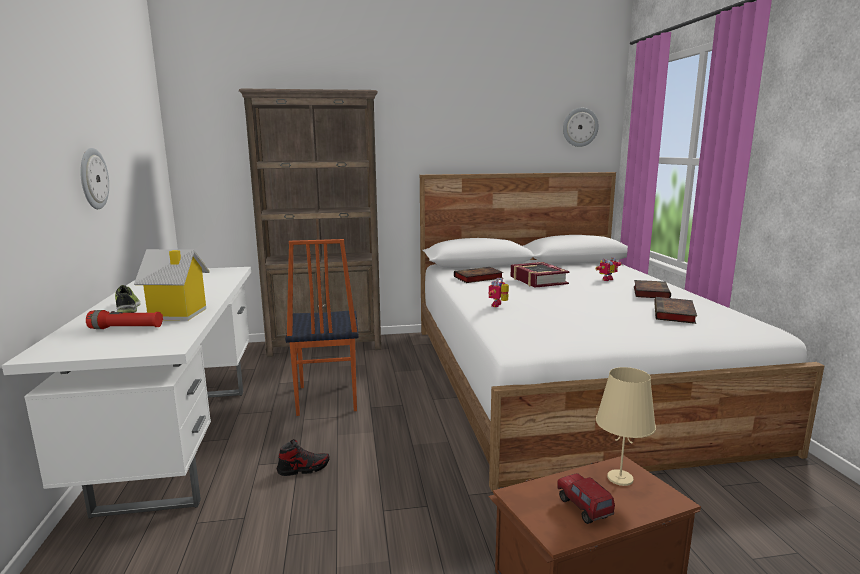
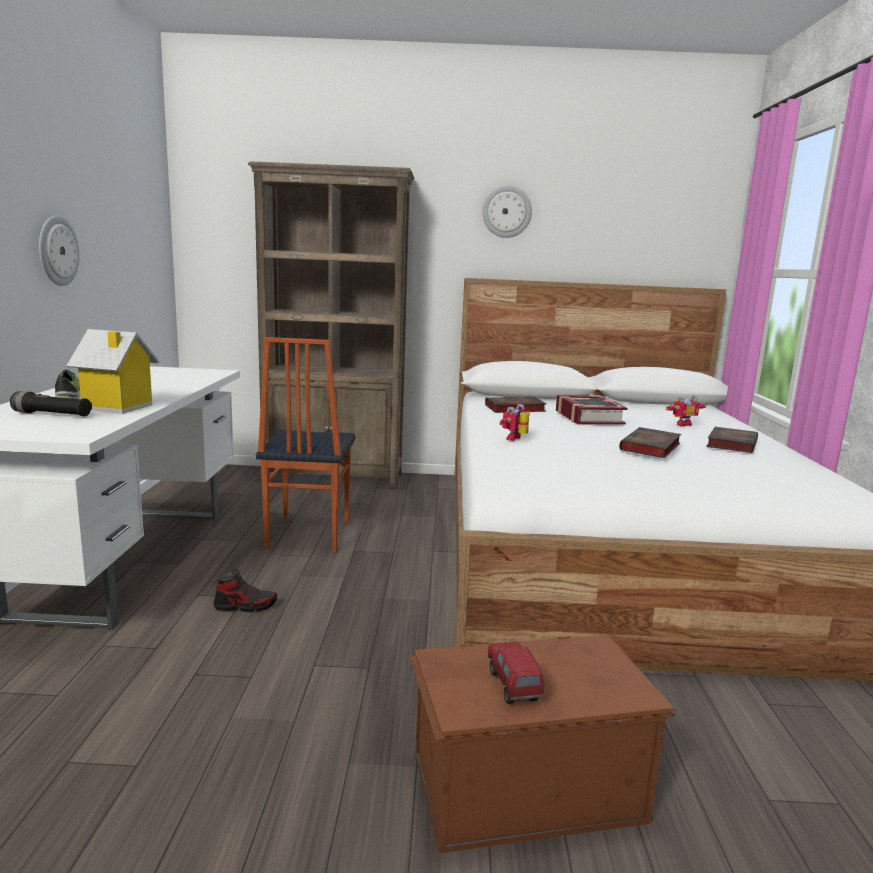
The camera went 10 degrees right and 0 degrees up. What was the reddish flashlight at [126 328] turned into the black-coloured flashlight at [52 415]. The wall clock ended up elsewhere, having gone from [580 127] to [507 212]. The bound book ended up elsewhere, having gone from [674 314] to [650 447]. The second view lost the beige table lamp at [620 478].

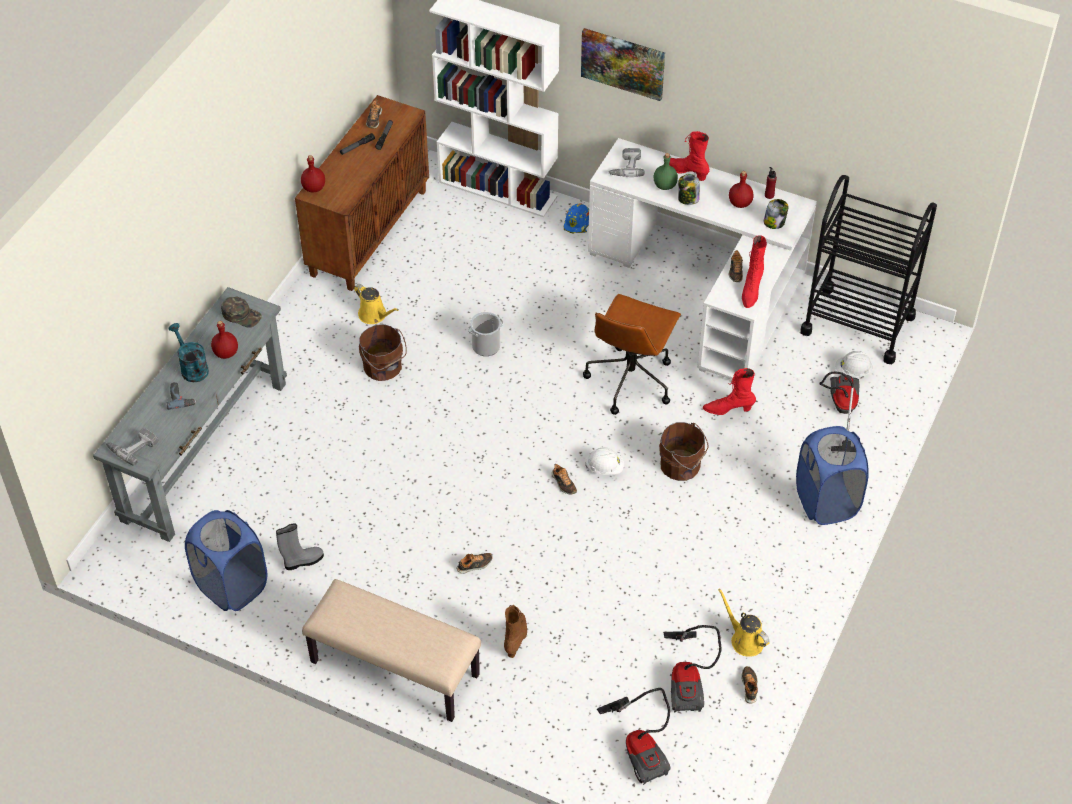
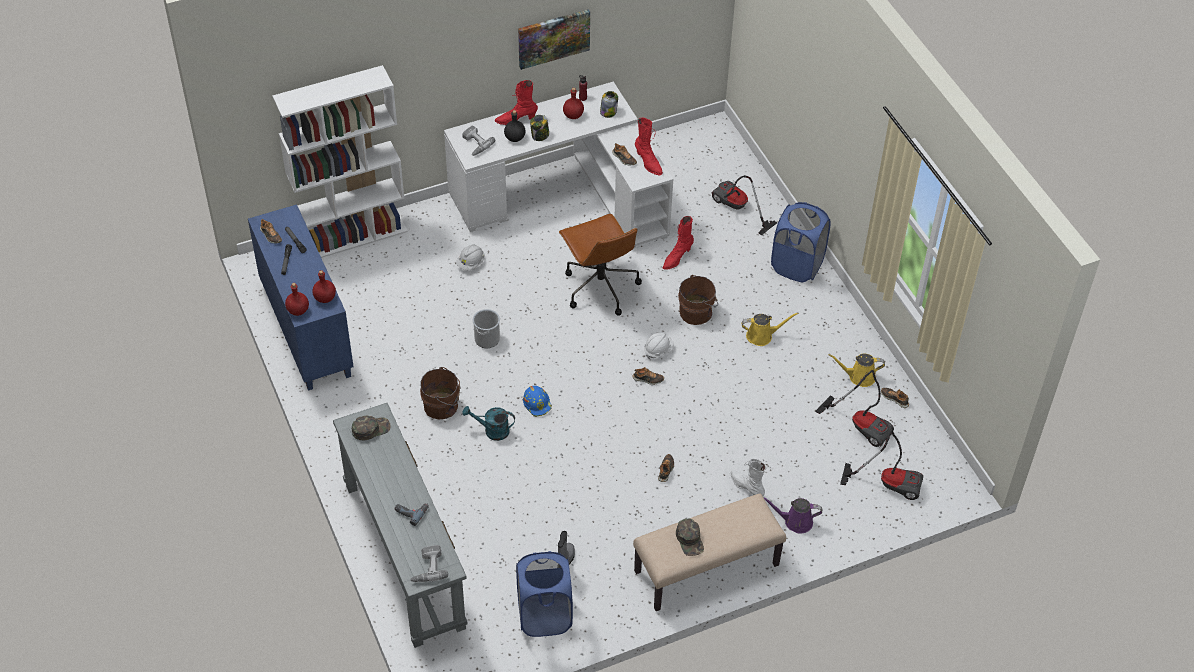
The camera went 50 degrees left and 0 degrees up. What was the brown-coloured storage cabinet at [368 232] turned into the blue storage cabinet at [305 331]. The reddish beverage bottle ended up elsewhere, having gone from [225 353] to [324 298]. The white safety helmet ended up elsewhere, having gone from [852 371] to [471 263]. The turquoise-coloured sprinkling can ended up elsewhere, having gone from [192 367] to [492 431]. What was the greenish beverage bottle at [664 186] turned into the black-coloured beverage bottle at [515 138]. The wall art ended up elsewhere, having gone from [623 63] to [553 38]. The blue safety helmet ended up elsewhere, having gone from [578 223] to [537 404]. The second view gained the greenish baseball cap at [690 540]. What was the brown-coloured high-top boot at [516 639] turned into the white high-top boot at [747 488]. The yellow sprinkling can ended up elsewhere, having gone from [374 315] to [762 336]. The second view gained the purple sprinkling can at [795 521]. The second view lost the black-coloured wheeled cart at [857 324].

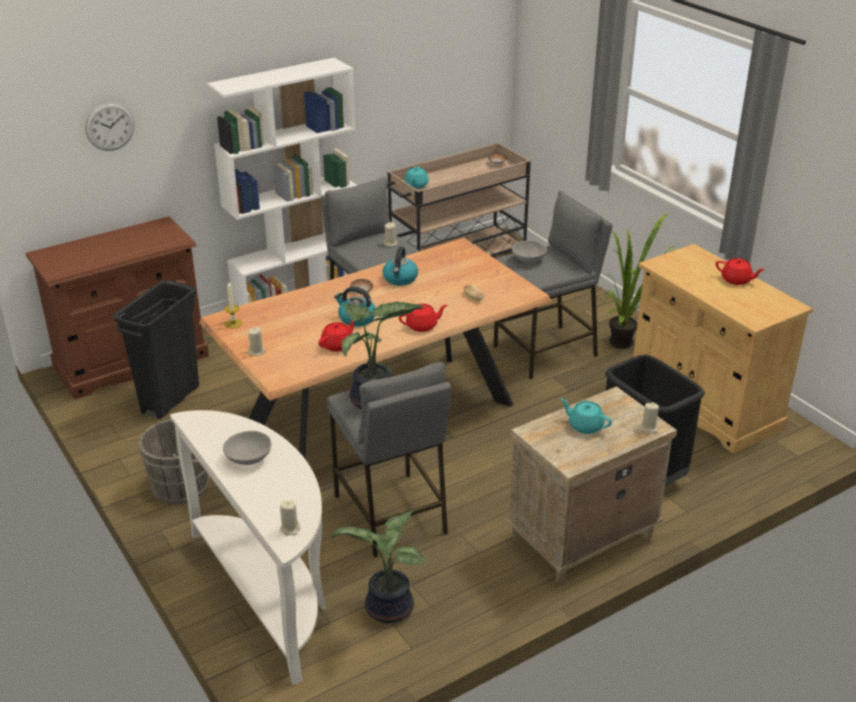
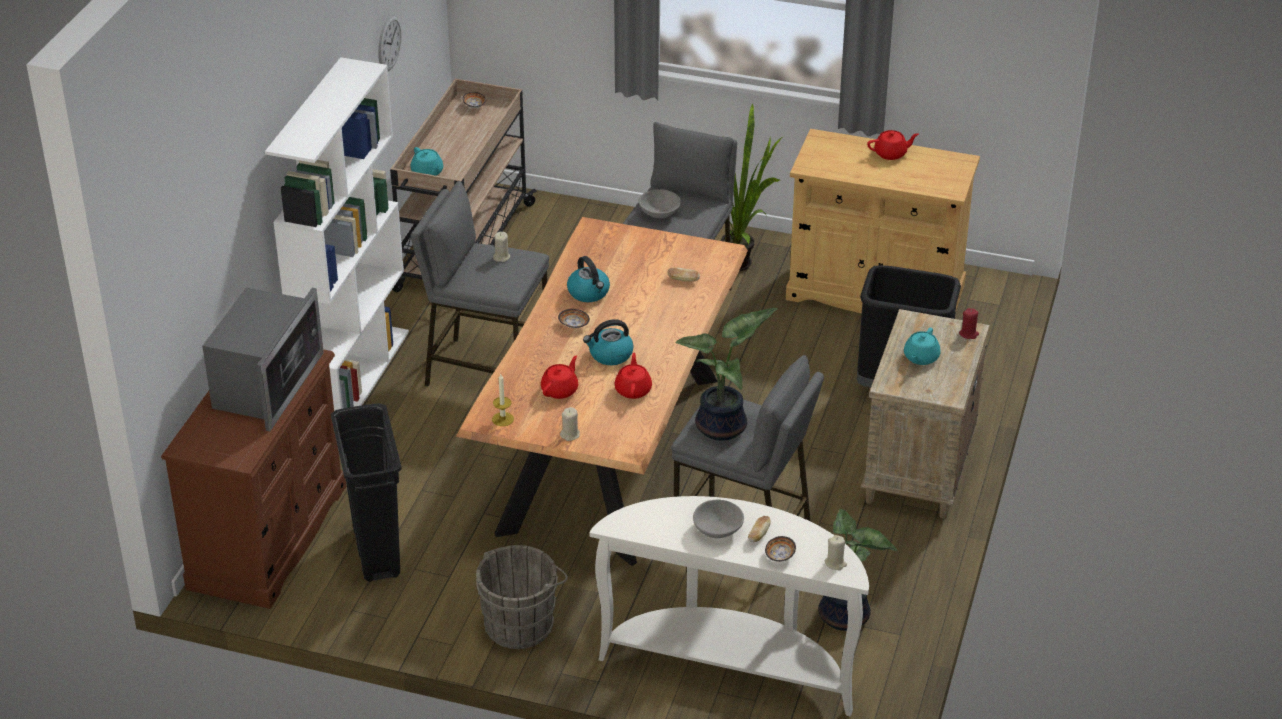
The camera went 40 degrees left and 5 degrees up. The second view gained the microwave oven at [266 384]. The wall clock ended up elsewhere, having gone from [110 126] to [389 43]. The reddish tea pot ended up elsewhere, having gone from [422 326] to [560 390]. The second view gained the bread at [758 535]. The second view gained the deep dish at [780 556]. The turquoise-coloured tea pot at [585 426] ended up facing another way, 60 degrees counterclockwise from before. What was the beige candle at [649 428] turned into the reddish candle at [968 334].

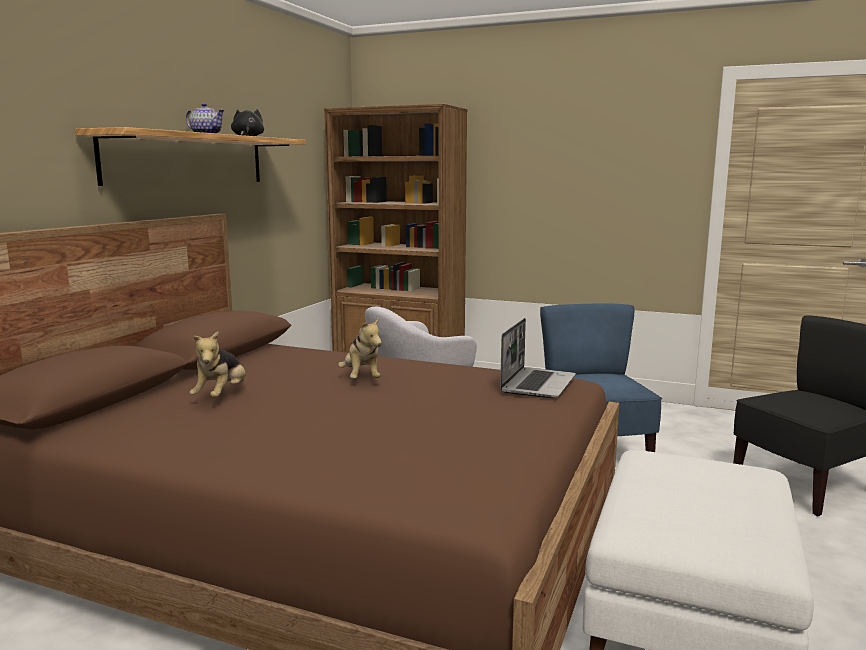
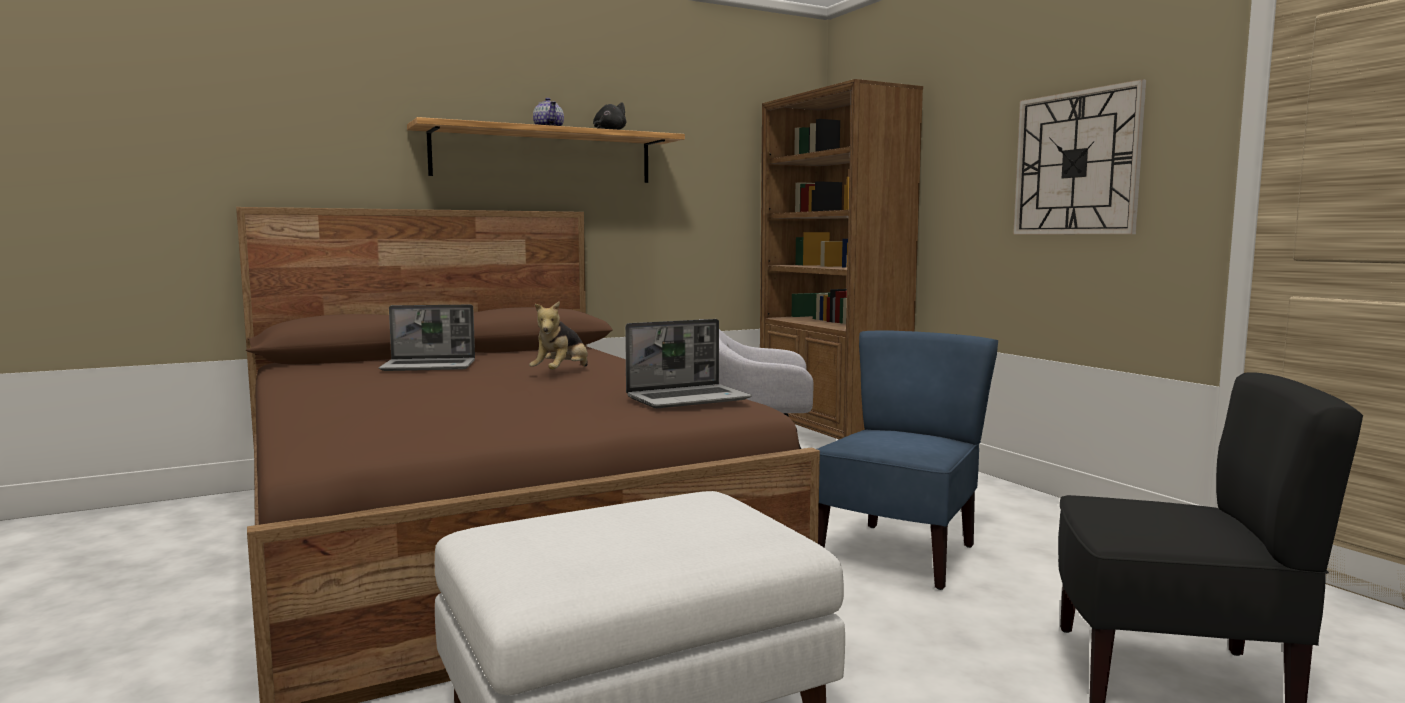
The camera went 40 degrees right and 5 degrees down. Where the plush toy stood at [221 396], the notebook computer came to stand at [430 366]. The second view gained the wall clock at [1076 163].

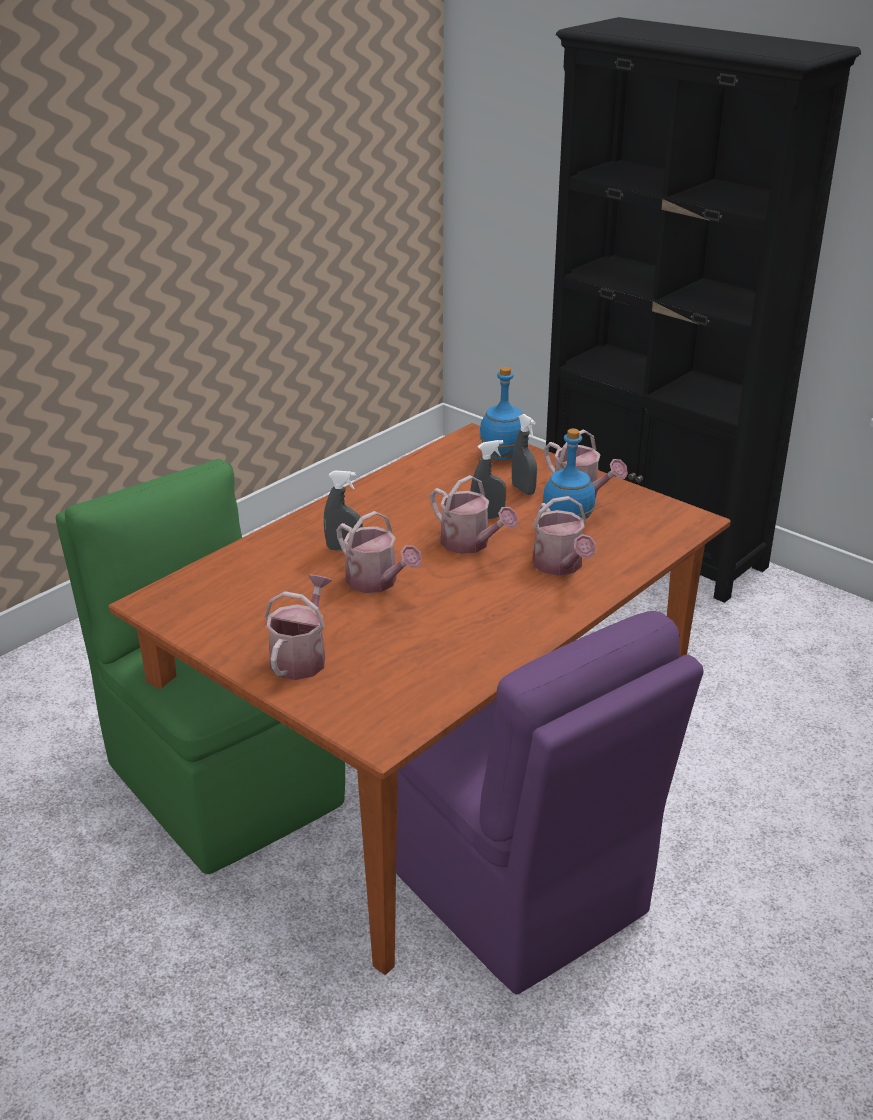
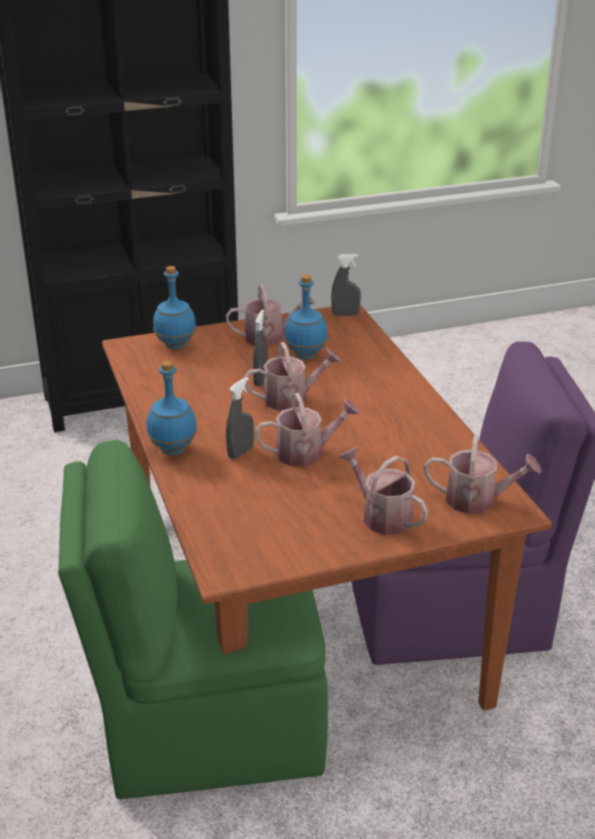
The camera went 60 degrees left and 0 degrees up. The second view gained the blue beverage bottle at [173 450]. The gray sprayer ended up elsewhere, having gone from [523 490] to [345 315]. The sprinkling can ended up elsewhere, having gone from [560 566] to [478 500].

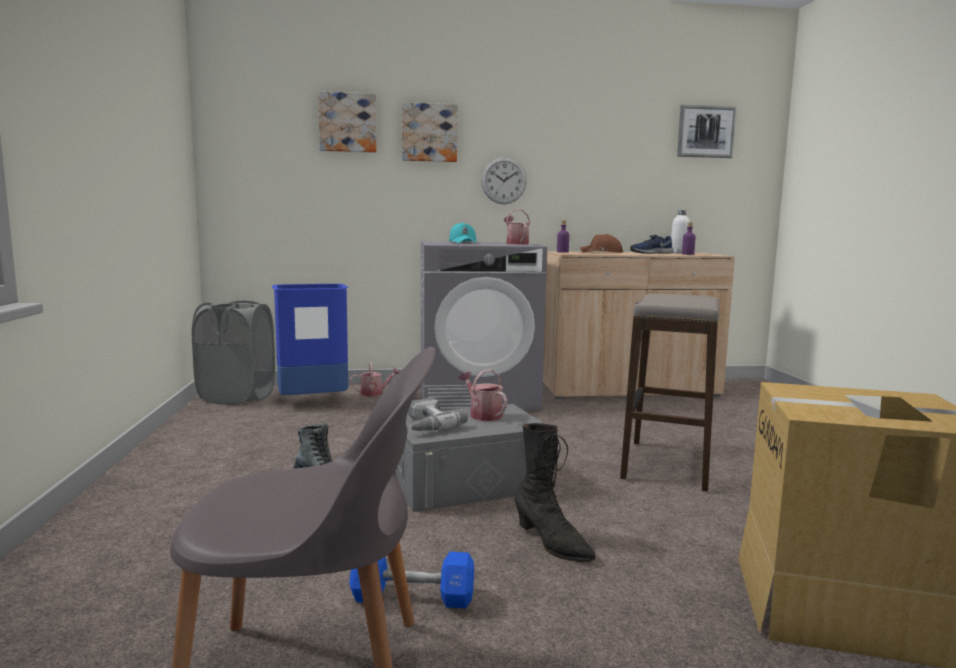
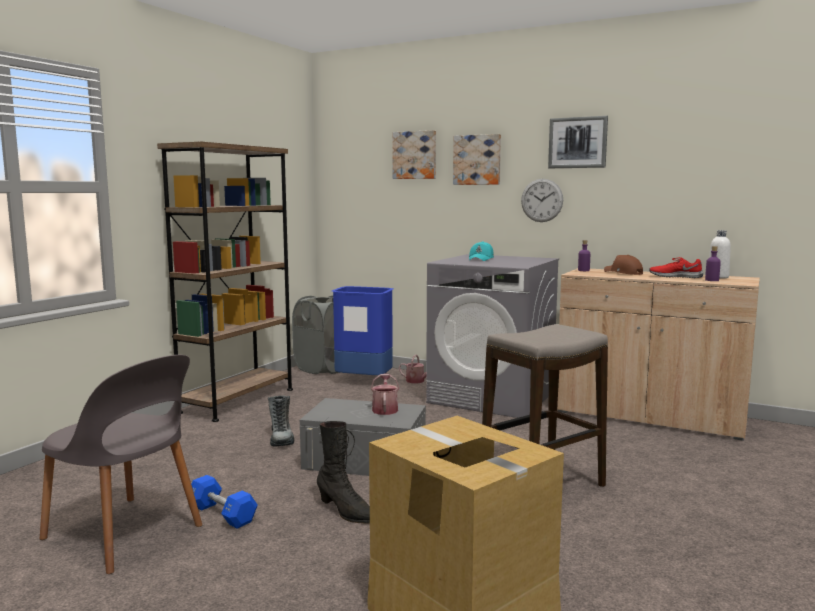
The camera went 35 degrees right and 0 degrees up. The second view gained the brown-coloured bookcase at [237 400]. The black-coloured high-top boot at [552 544] ended up facing another way, 45 degrees counterclockwise from before. The wall art ended up elsewhere, having gone from [705 131] to [577 142]. What was the blue low shoe at [650 253] turned into the reddish low shoe at [675 276]. The second view lost the drill at [426 424]. The second view lost the sprinkling can at [516 243].

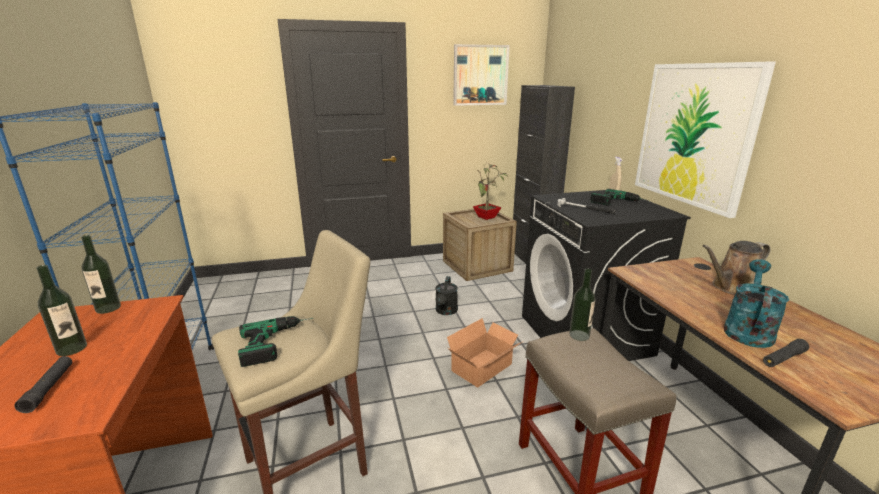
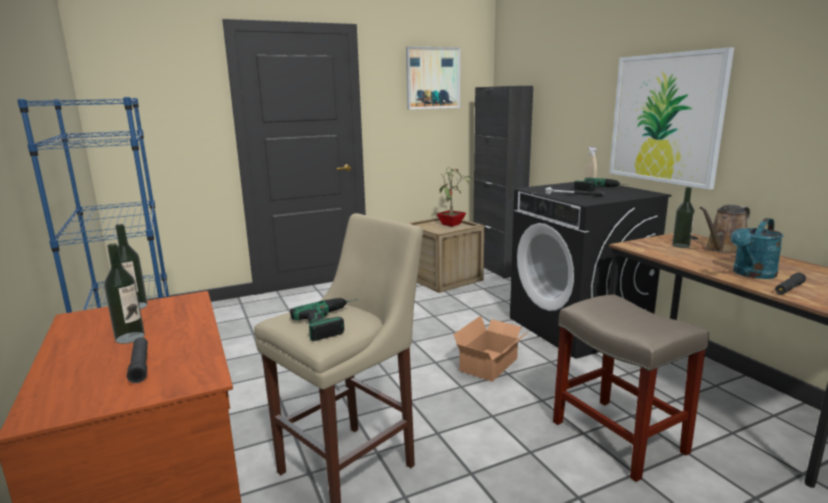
The camera went 10 degrees left and 5 degrees down. The beverage bottle ended up elsewhere, having gone from [579 335] to [681 245]. The turquoise-coloured sprinkling can at [747 330] ended up facing another way, 150 degrees counterclockwise from before. The second view lost the black-coloured sprinkling can at [446 311].

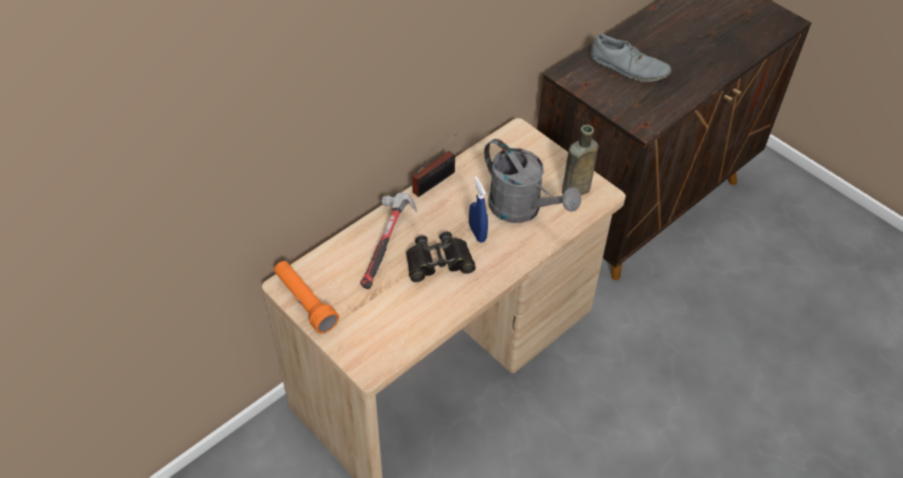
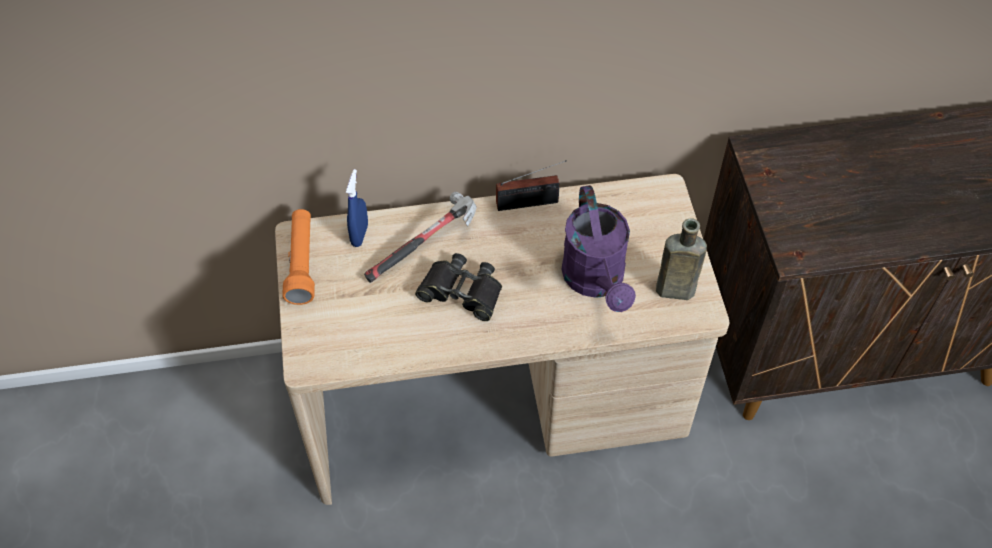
The camera went 35 degrees right and 5 degrees up. The blue sprayer ended up elsewhere, having gone from [477 233] to [359 235]. What was the gray sprinkling can at [522 209] turned into the purple sprinkling can at [597 281]. The second view lost the gray low shoe at [628 67].

